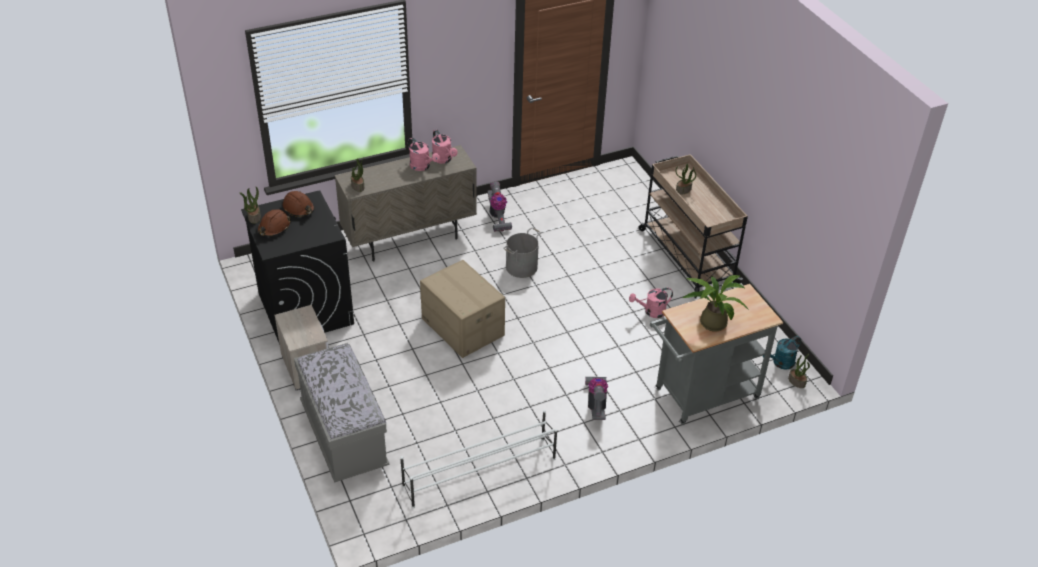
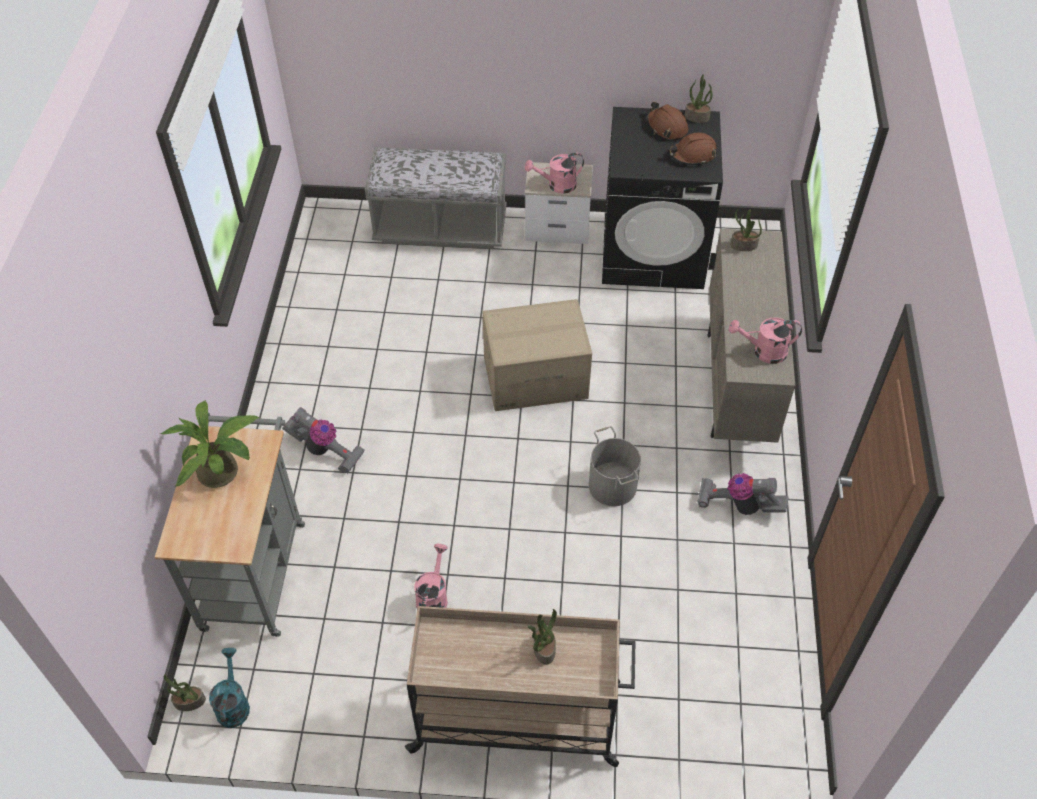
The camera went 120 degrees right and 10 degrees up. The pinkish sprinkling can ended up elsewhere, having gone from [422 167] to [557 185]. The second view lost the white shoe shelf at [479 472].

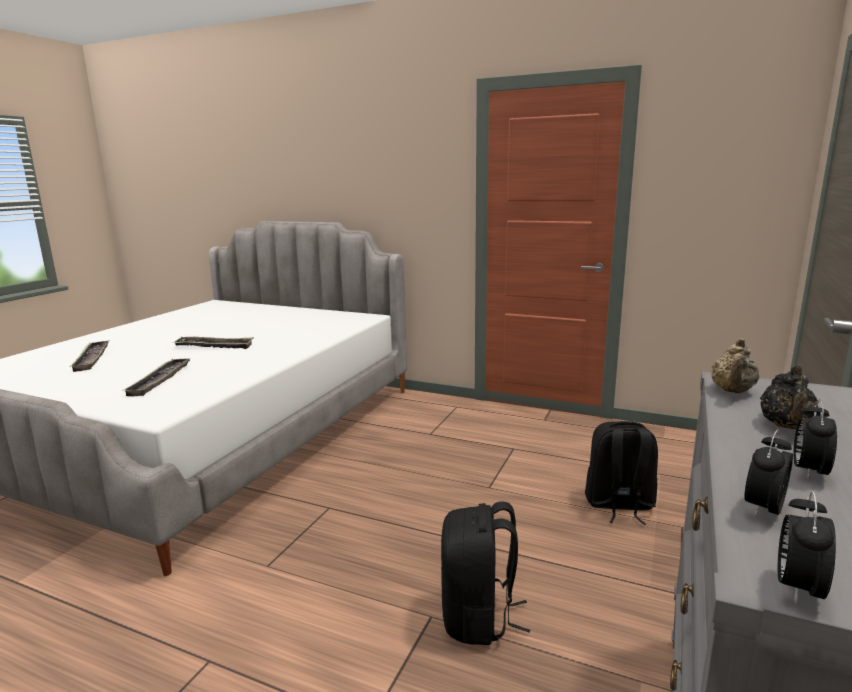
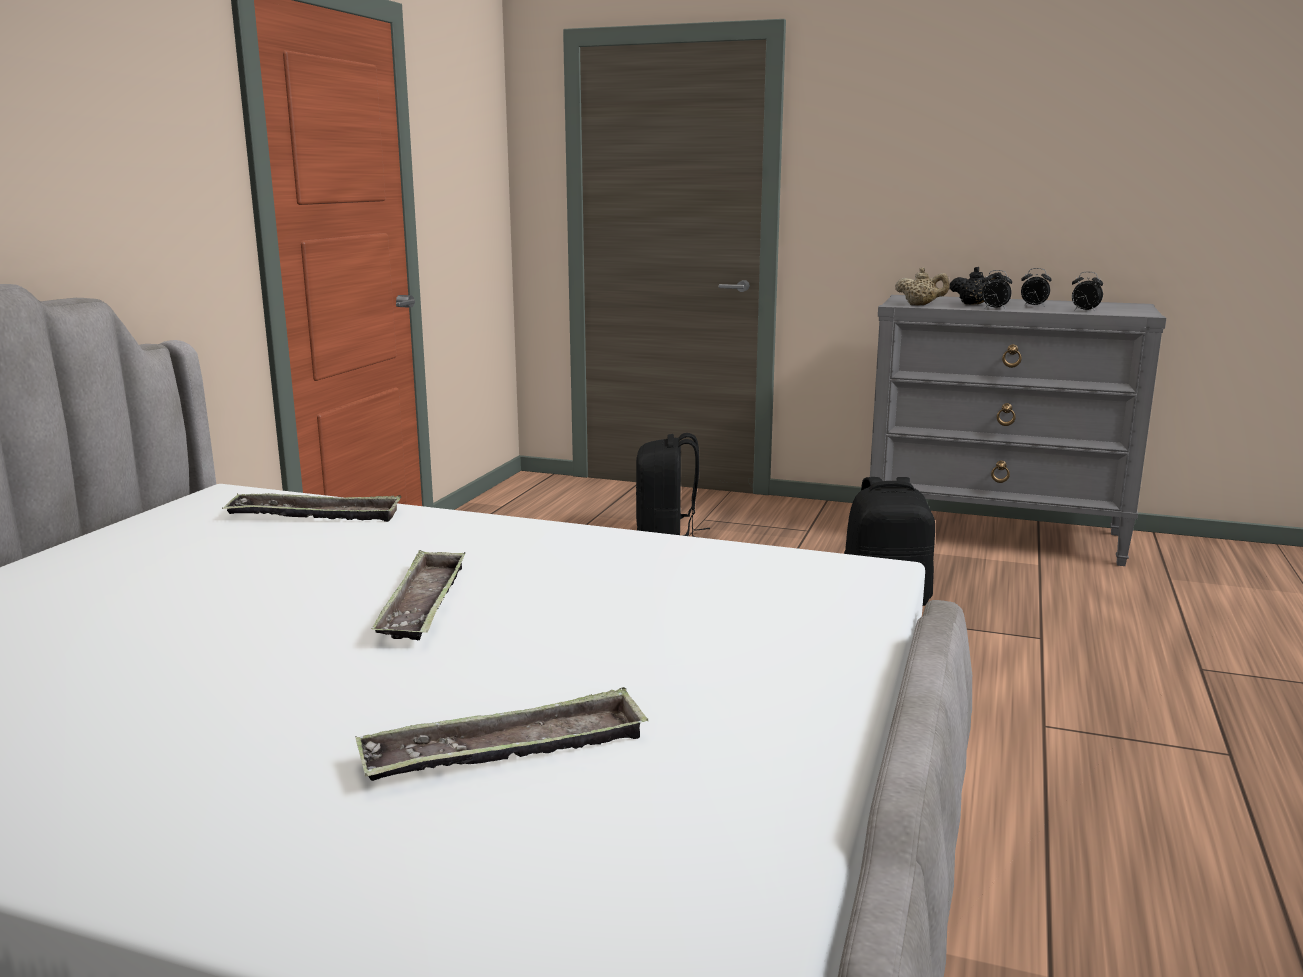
The camera went 95 degrees left and 0 degrees up. The serving tray ended up elsewhere, having gone from [160 380] to [314 516]. The bedside clock ended up elsewhere, having gone from [797 588] to [994 309].

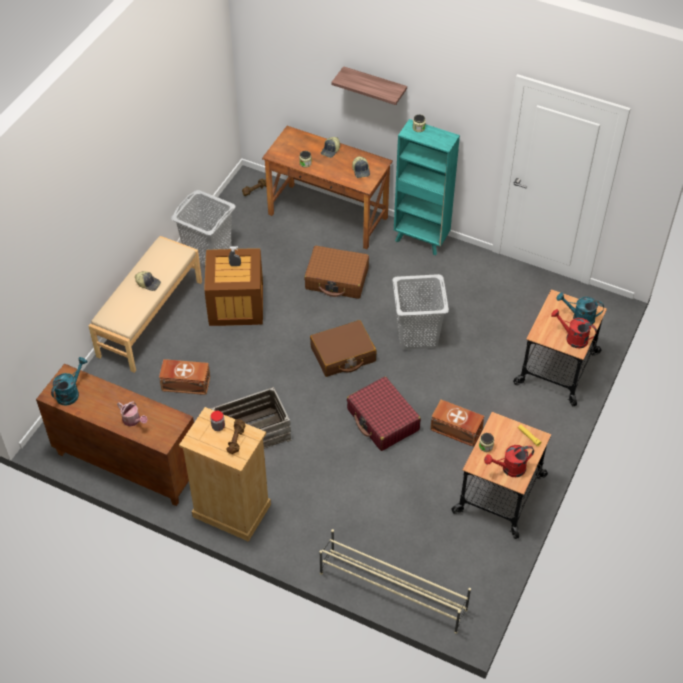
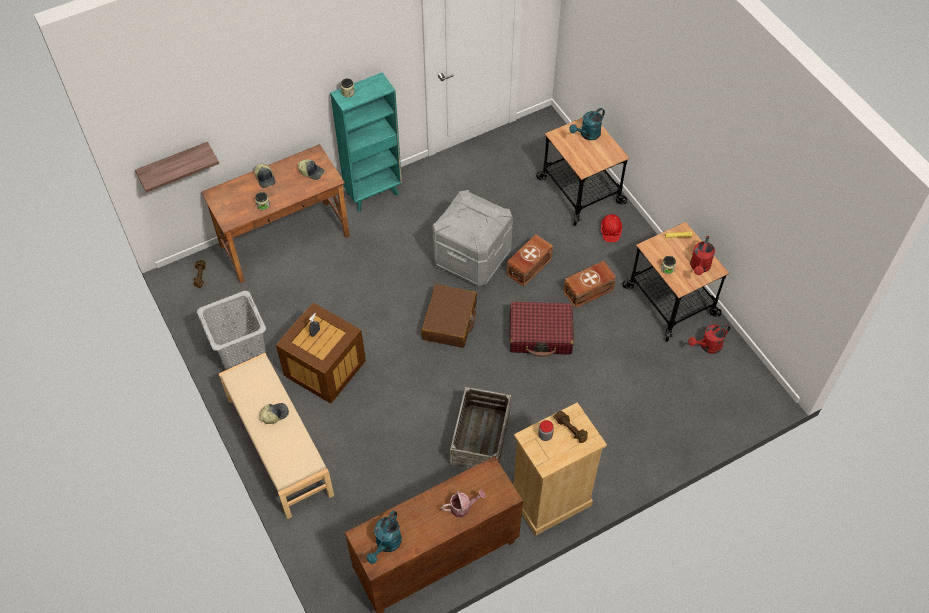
The camera went 55 degrees left and 5 degrees up. The bracket shelf ended up elsewhere, having gone from [374 86] to [174 165]. The turquoise-coloured sprinkling can at [70 392] ended up facing another way, 135 degrees counterclockwise from before. Where the gray laundry basket stood at [417 335], the gray storage box came to stand at [473 258]. The brown-coloured storage box ended up elsewhere, having gone from [185 383] to [528 266]. The second view gained the reddish safety helmet at [610 231]. The reddish sprinkling can ended up elsewhere, having gone from [572 338] to [707 346]. The second view lost the brown-coloured travel case at [337 279]. The second view lost the beige shoe shelf at [392 590].

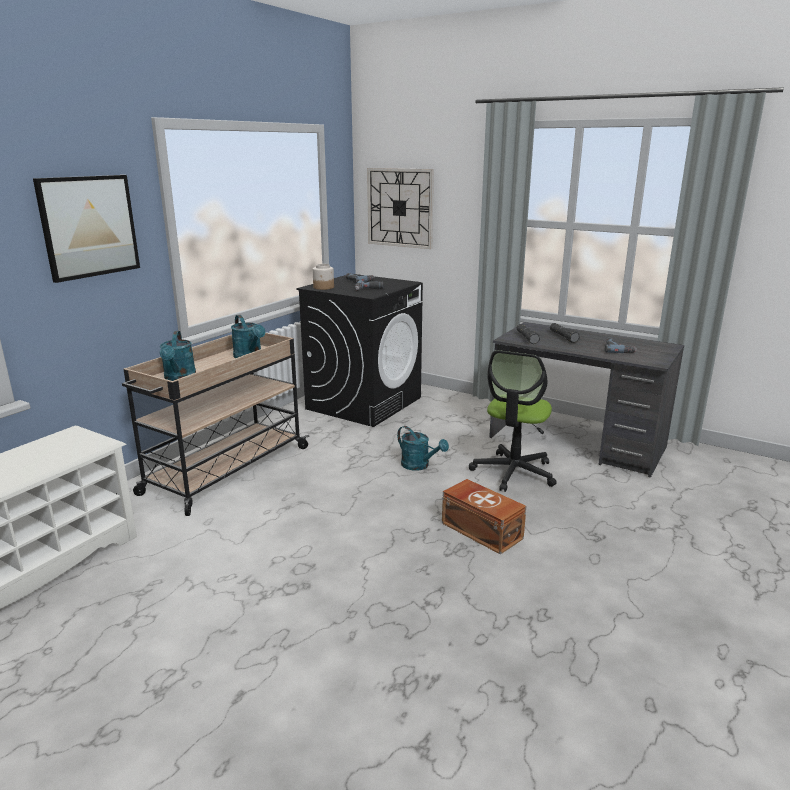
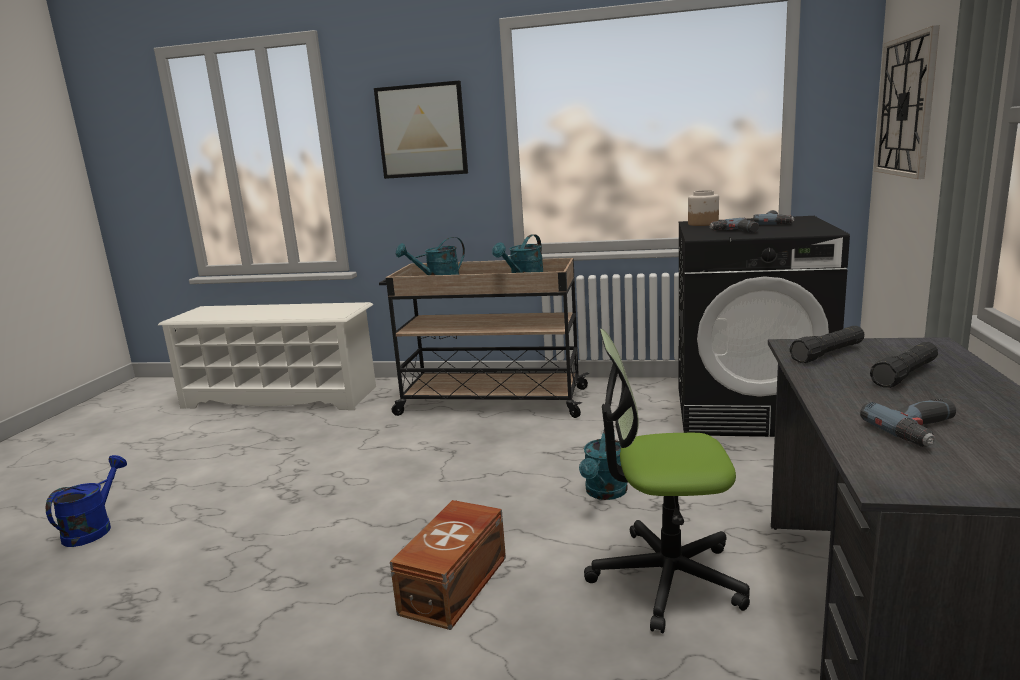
The camera went 70 degrees right and 5 degrees down. The second view gained the blue sprinkling can at [93 528].

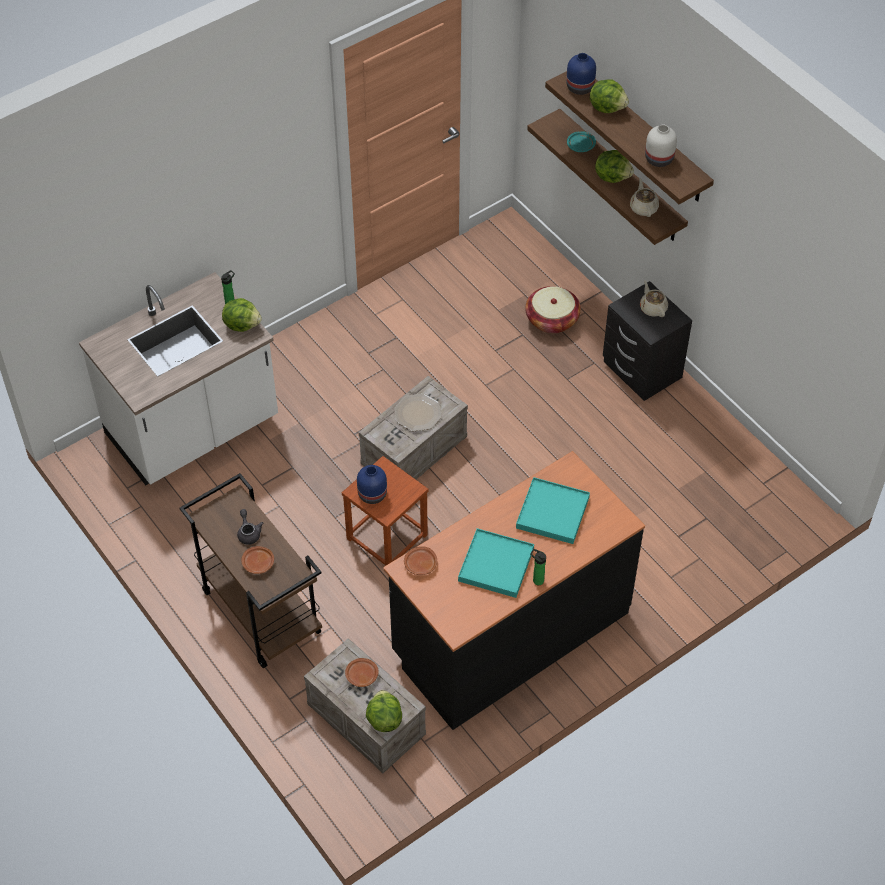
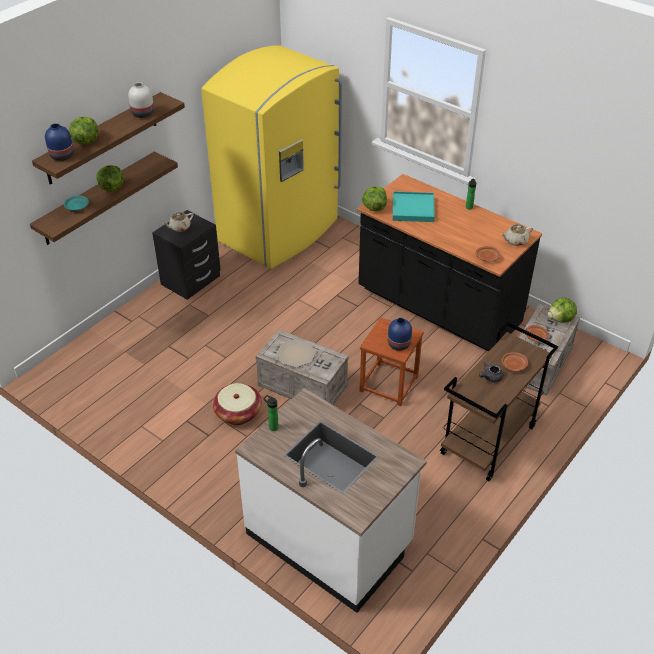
The camera went 105 degrees left and 10 degrees down. The second view gained the yellow kitchen fridge at [280 232]. The household basket ended up elsewhere, having gone from [552 319] to [238 413]. The lettuce ended up elsewhere, having gone from [242 324] to [374 207]. The beige tea pot ended up elsewhere, having gone from [643 207] to [515 241]. The second view lost the turquoise-coloured serving tray at [496 565].

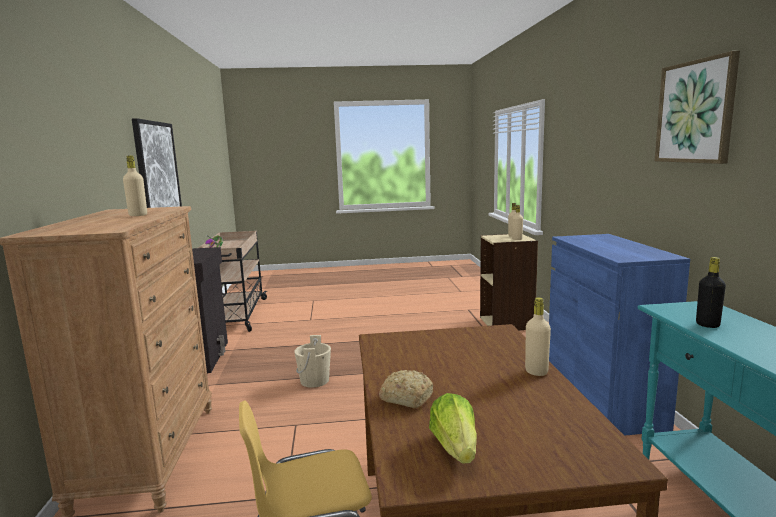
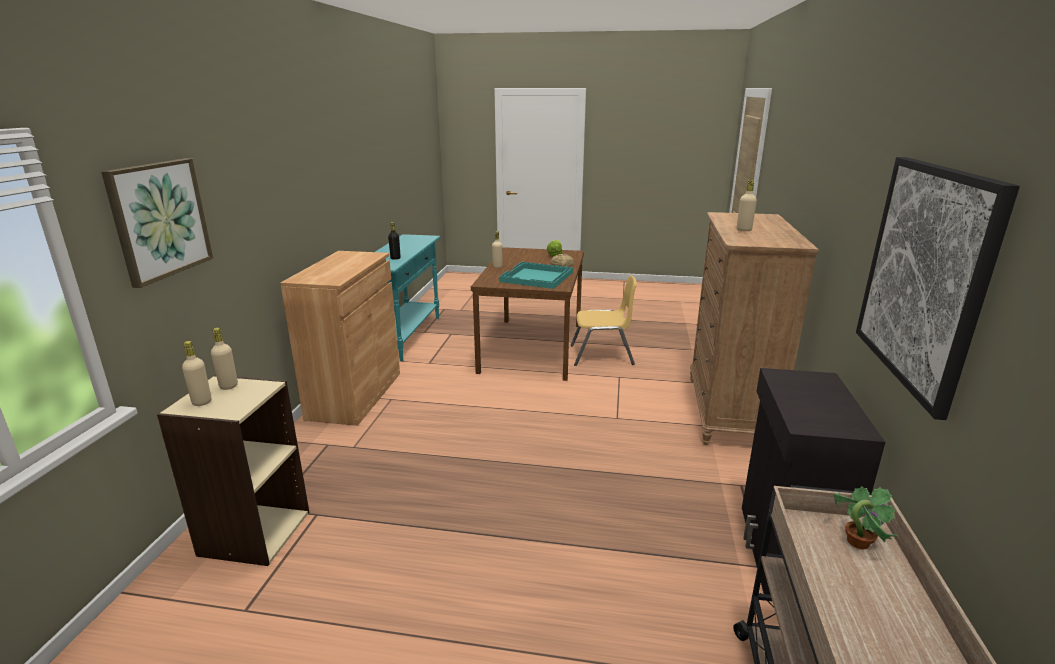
The camera went 165 degrees left and 10 degrees up. The wall art ended up elsewhere, having gone from [695 112] to [159 219]. What was the blue storage cabinet at [602 399] turned into the brown-coloured storage cabinet at [355 395]. The second view gained the turquoise-coloured serving tray at [537 277]. The second view lost the beige pail at [314 381].

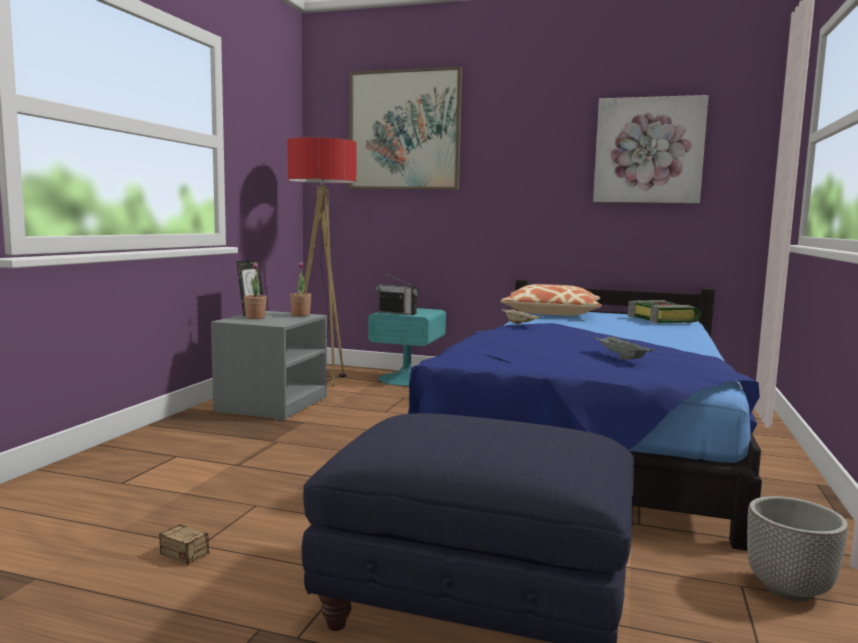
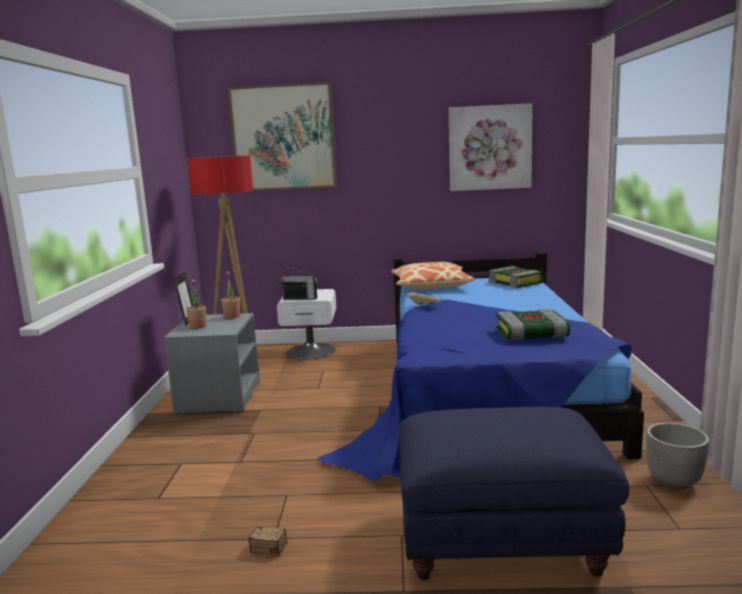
The camera went 15 degrees left and 5 degrees up. What was the turquoise-coloured bedside table at [407 379] turned into the white bedside table at [311 351]. Where the gray serving tray stood at [620 357], the bound book came to stand at [530 334].

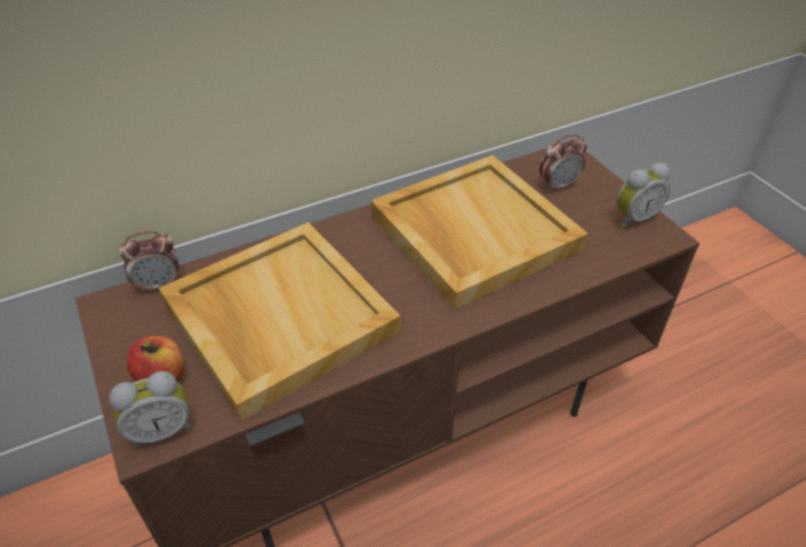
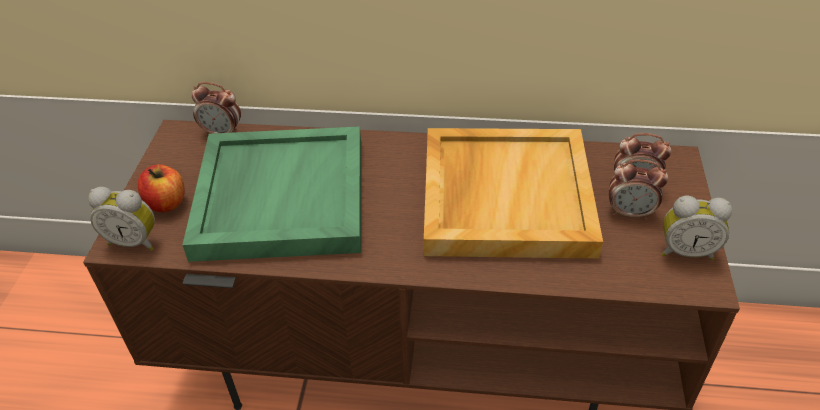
The camera went 35 degrees right and 0 degrees up. What was the beige serving tray at [277 318] turned into the greenish serving tray at [280 196]. The second view gained the bedside clock at [630 213].

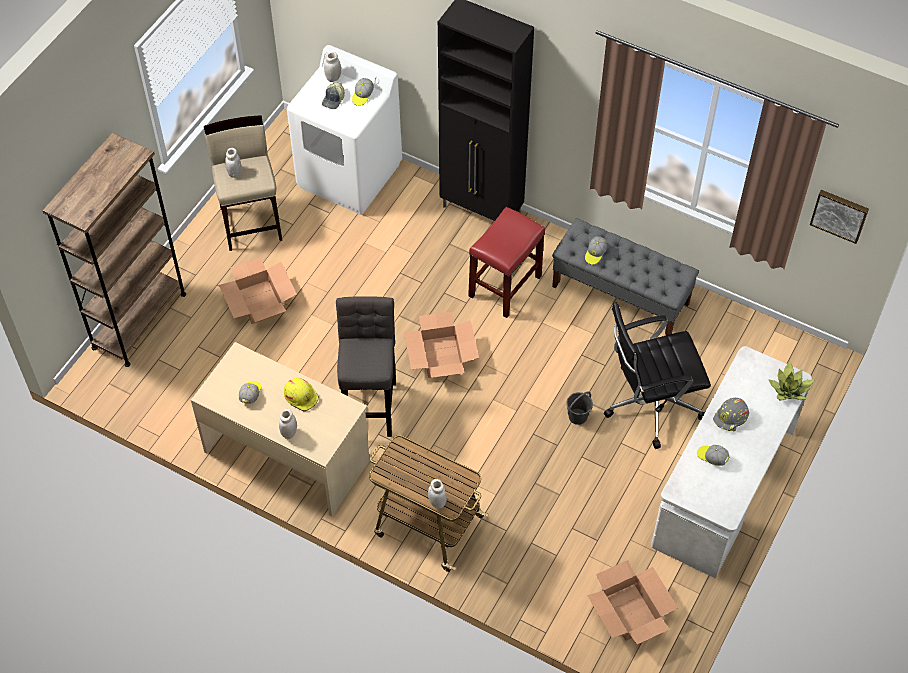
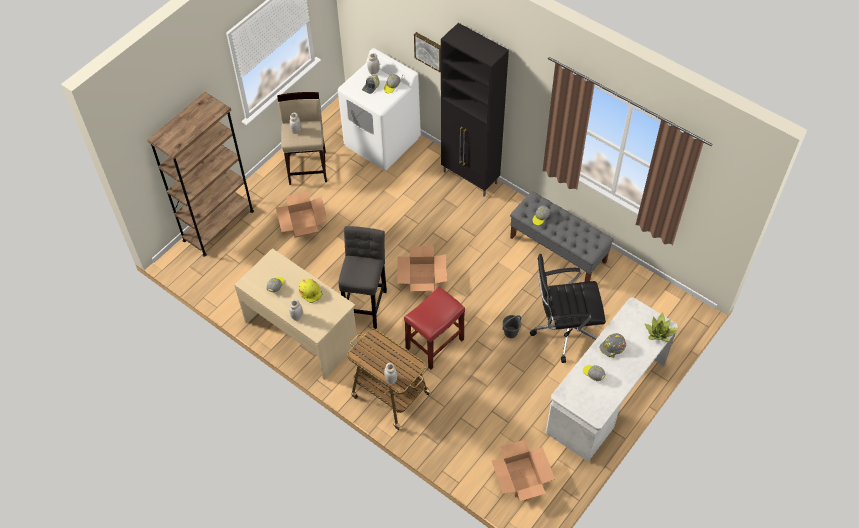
The camera went 10 degrees right and 0 degrees up. The reddish sitting stool ended up elsewhere, having gone from [505 287] to [434 344]. The wall art ended up elsewhere, having gone from [839 214] to [429 51].

